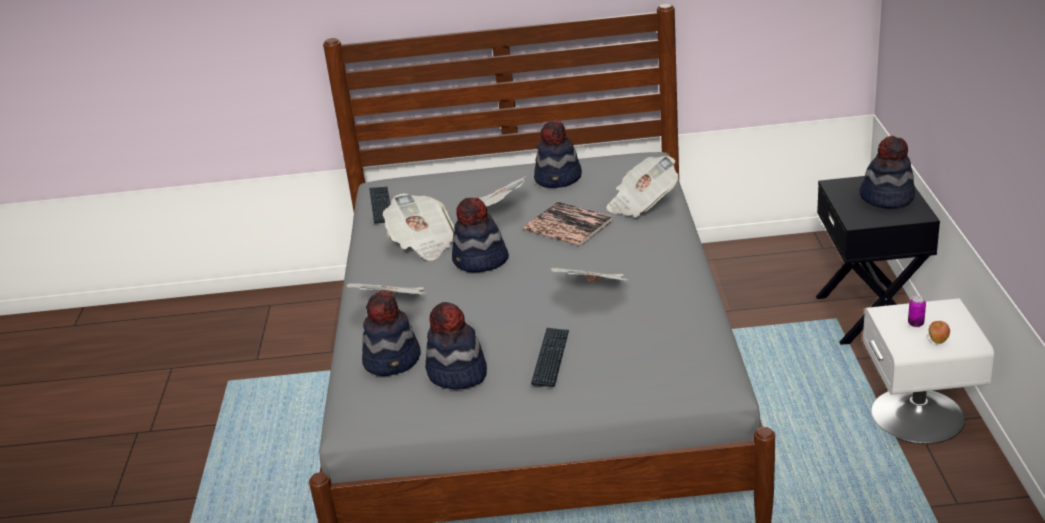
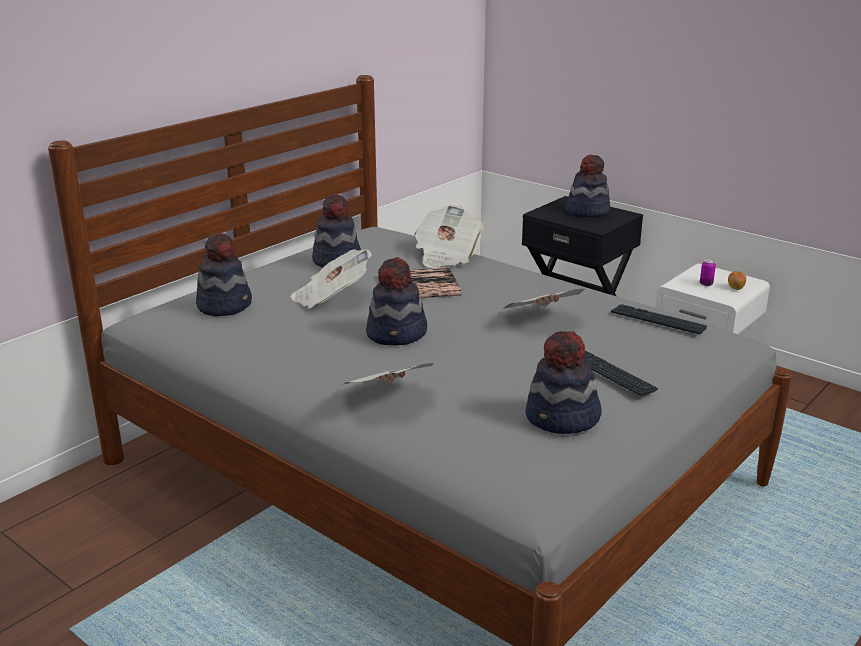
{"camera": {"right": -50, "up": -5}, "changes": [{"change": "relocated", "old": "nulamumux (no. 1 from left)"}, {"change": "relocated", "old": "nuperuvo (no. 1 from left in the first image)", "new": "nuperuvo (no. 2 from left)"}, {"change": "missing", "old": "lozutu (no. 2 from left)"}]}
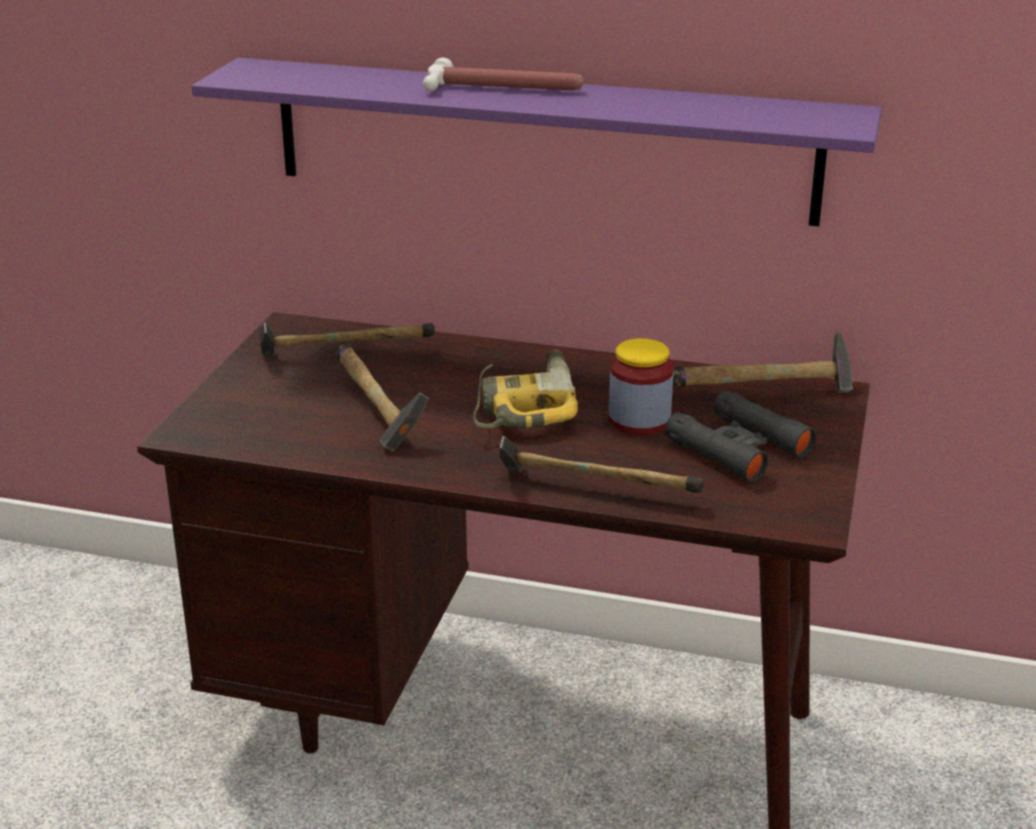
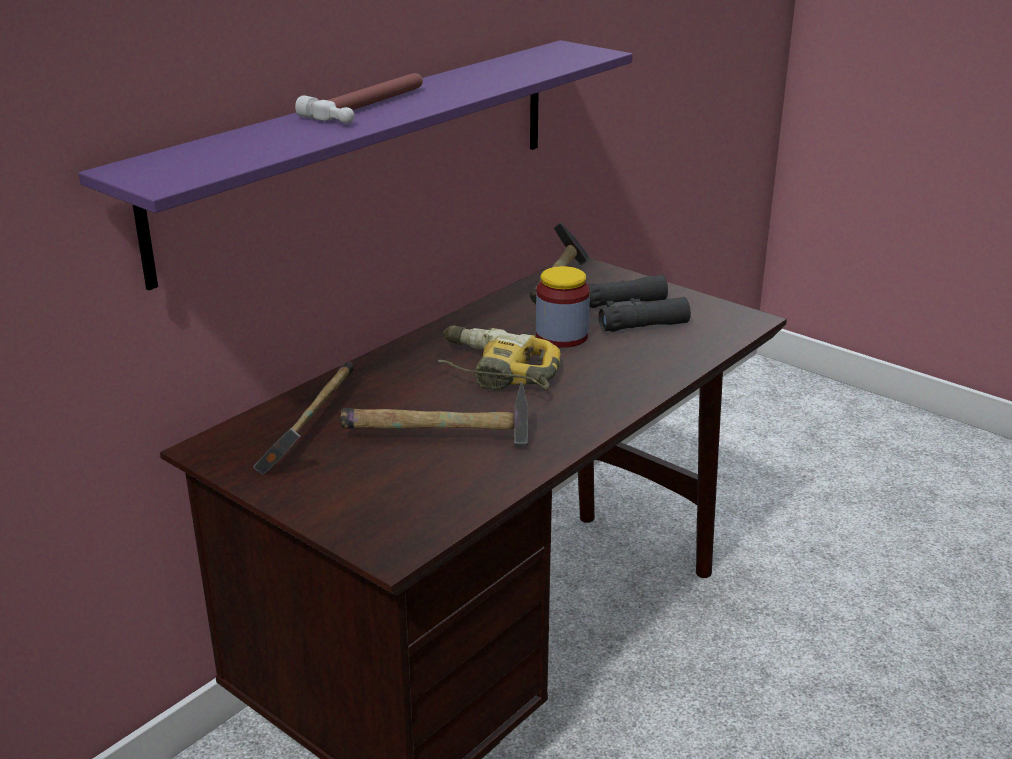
{"camera": {"right": -65, "up": 0}, "changes": [{"change": "missing", "old": "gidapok (no. 4 from left)"}]}
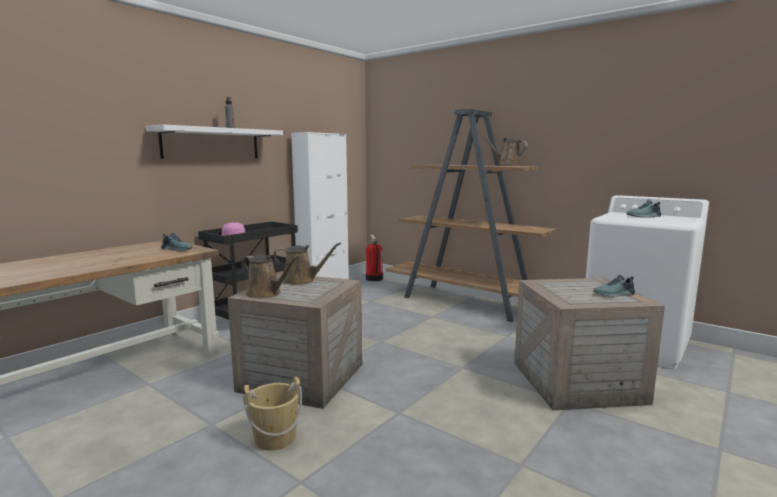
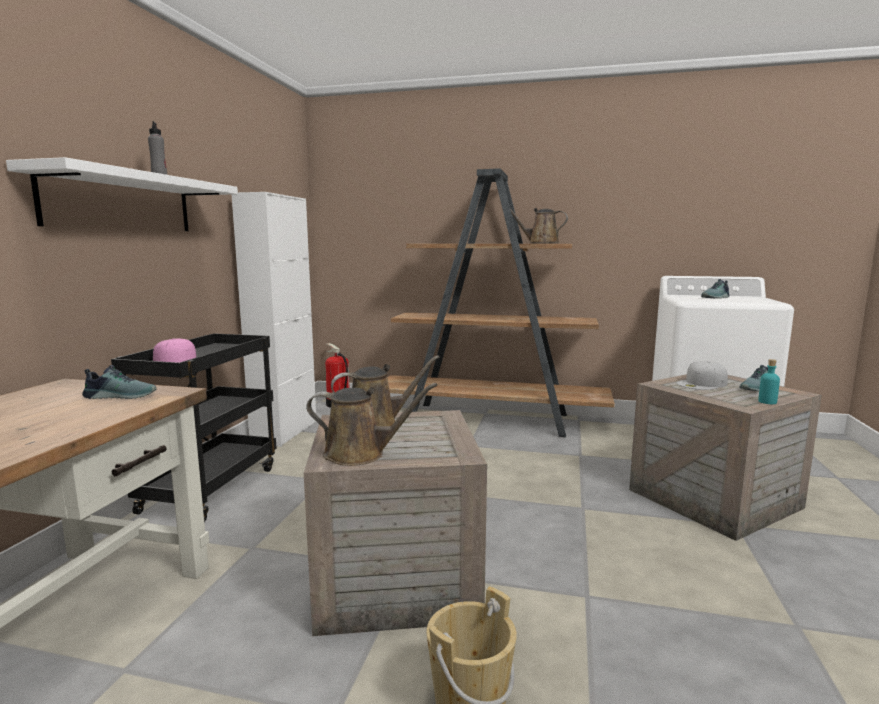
{"camera": {"right": -25, "up": 0}, "changes": [{"change": "appeared", "new": "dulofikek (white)"}, {"change": "appeared", "new": "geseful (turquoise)"}]}
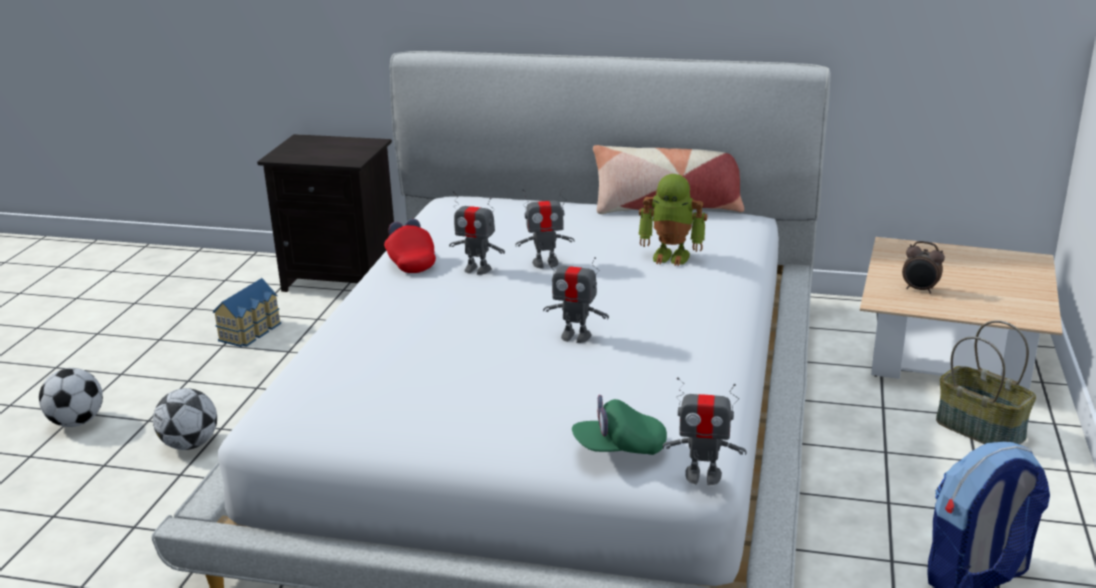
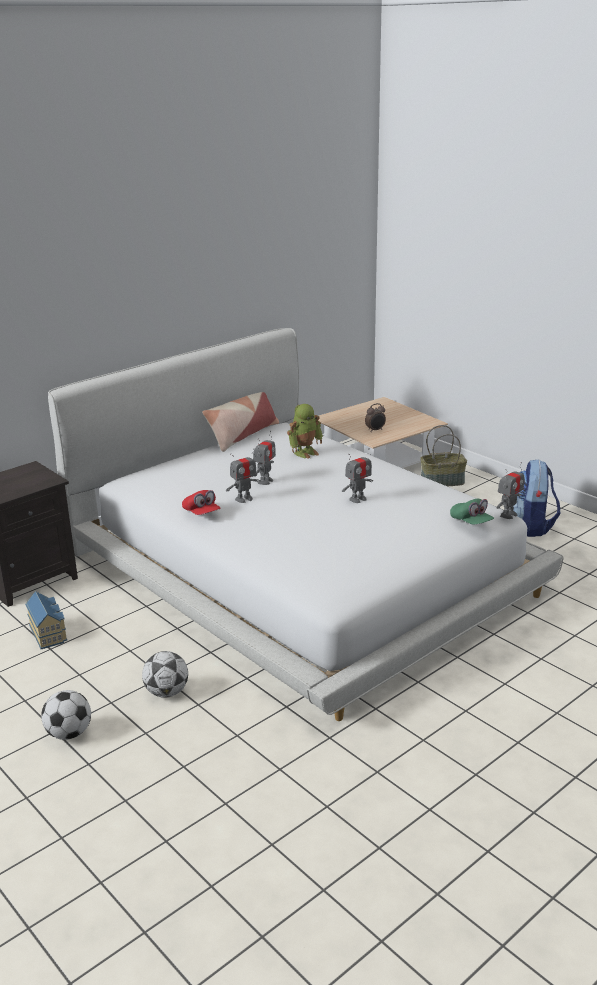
{"camera": {"right": -55, "up": 0}, "changes": [{"change": "spun", "old": "dulofikek (red)", "degrees": -135}, {"change": "spun", "old": "dulofikek (green)", "degrees": -60}]}
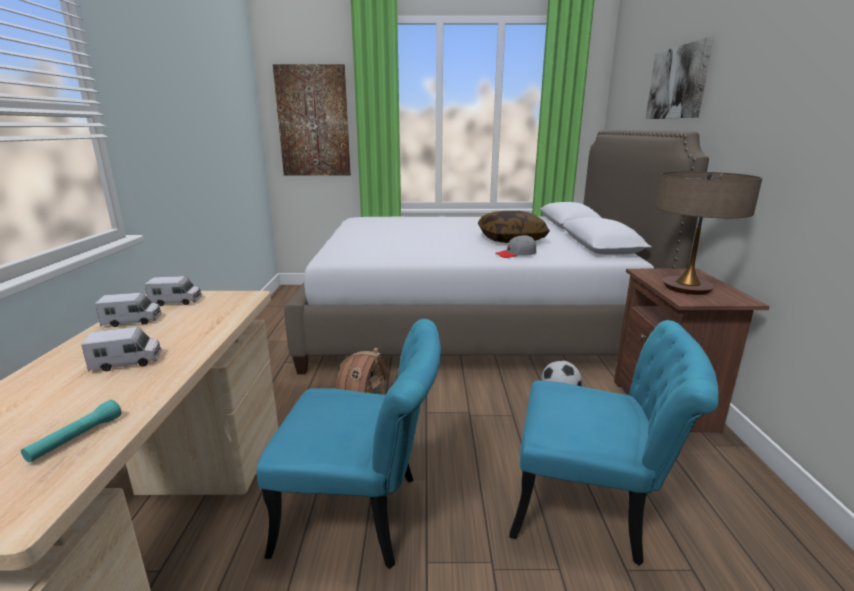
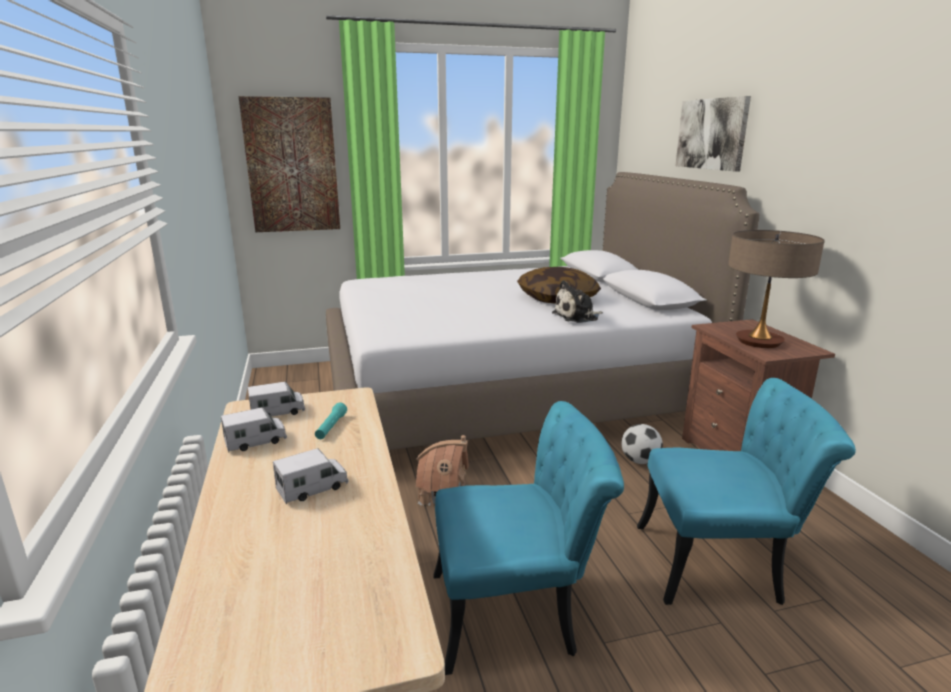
{"camera": {"right": -15, "up": 0}, "changes": [{"change": "relocated", "old": "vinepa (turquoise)"}, {"change": "exchanged", "old": "dulofikek (grey)", "new": "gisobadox"}]}
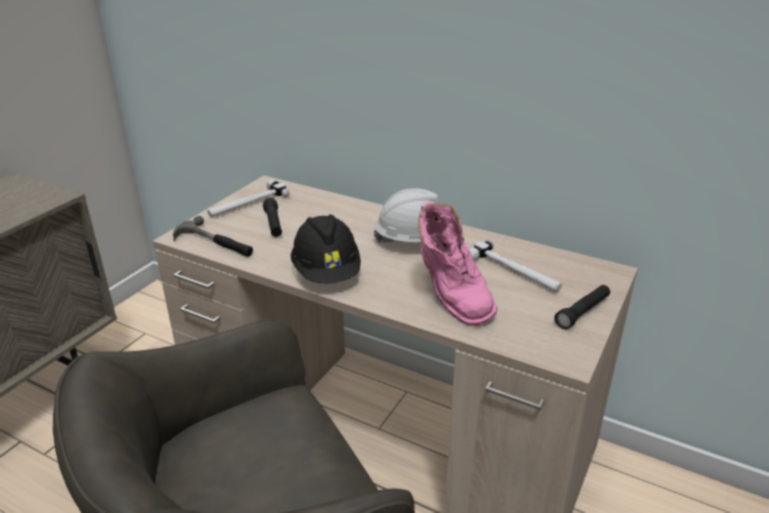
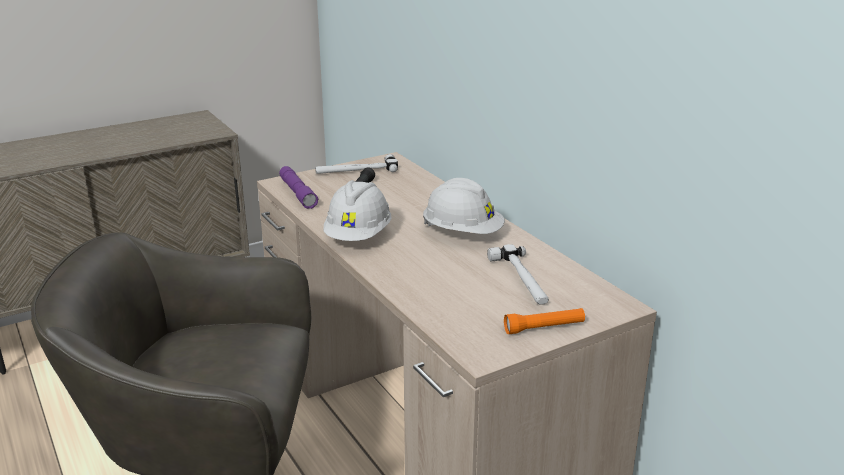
{"camera": {"right": 30, "up": -5}, "changes": [{"change": "exchanged", "old": "gidapok (no. 1 from left)", "new": "vinepa (purple)"}, {"change": "colour", "old": "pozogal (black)", "new": "pozogal (white) (no. 1 from left)"}, {"change": "colour", "old": "vinepa (black) (no. 2 from left)", "new": "vinepa (orange)"}, {"change": "missing", "old": "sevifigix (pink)"}]}
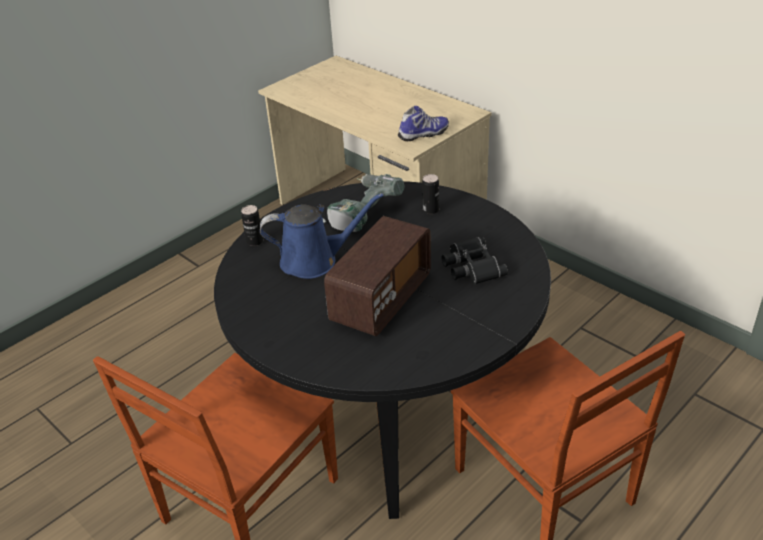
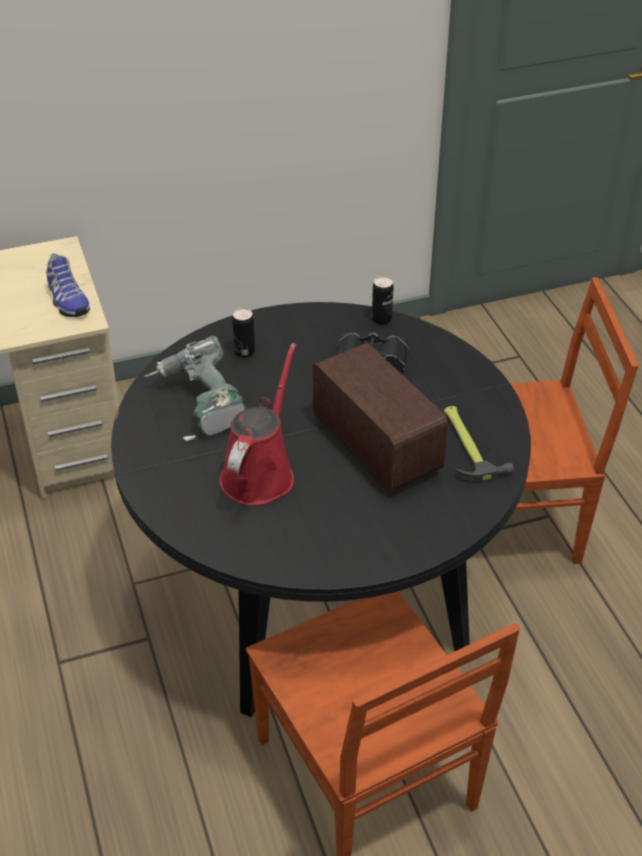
{"camera": {"right": -65, "up": 5}, "changes": [{"change": "spun", "old": "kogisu", "degrees": 150}, {"change": "colour", "old": "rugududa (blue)", "new": "rugududa (red)"}, {"change": "relocated", "old": "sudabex (no. 1 from left in the first image)", "new": "sudabex (no. 2 from left)"}, {"change": "appeared", "new": "gidapok"}]}
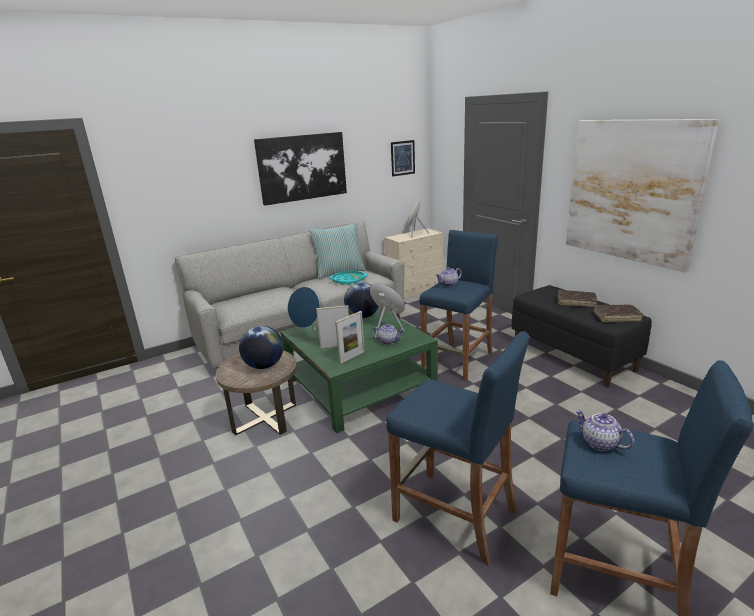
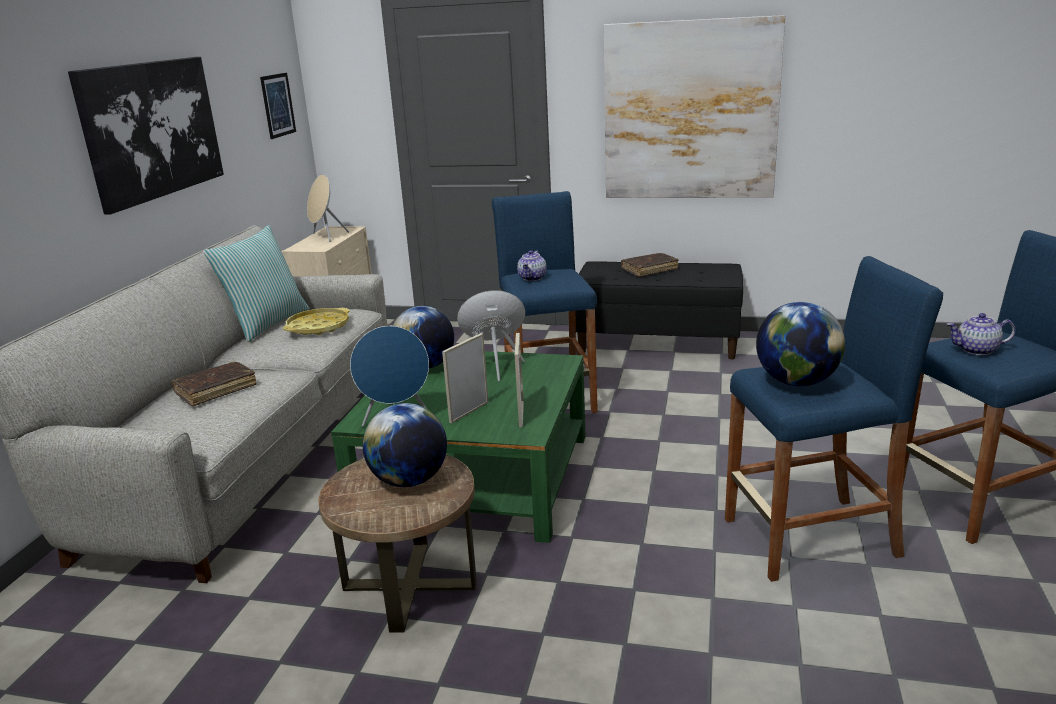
{"camera": {"right": -45, "up": 0}, "changes": [{"change": "relocated", "old": "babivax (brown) (no. 2 from left in the first image)", "new": "babivax (brown) (no. 1 from left)"}, {"change": "colour", "old": "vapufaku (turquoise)", "new": "vapufaku (yellow)"}, {"change": "appeared", "new": "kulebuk (no. 3 from left)"}, {"change": "missing", "old": "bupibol (no. 1 from left)"}]}
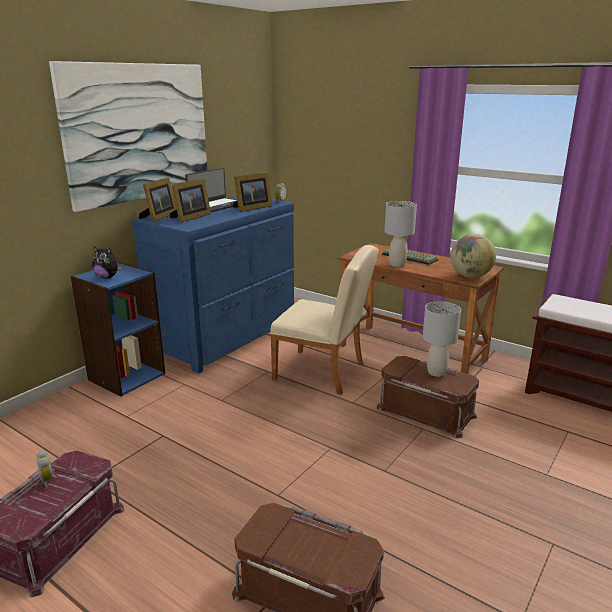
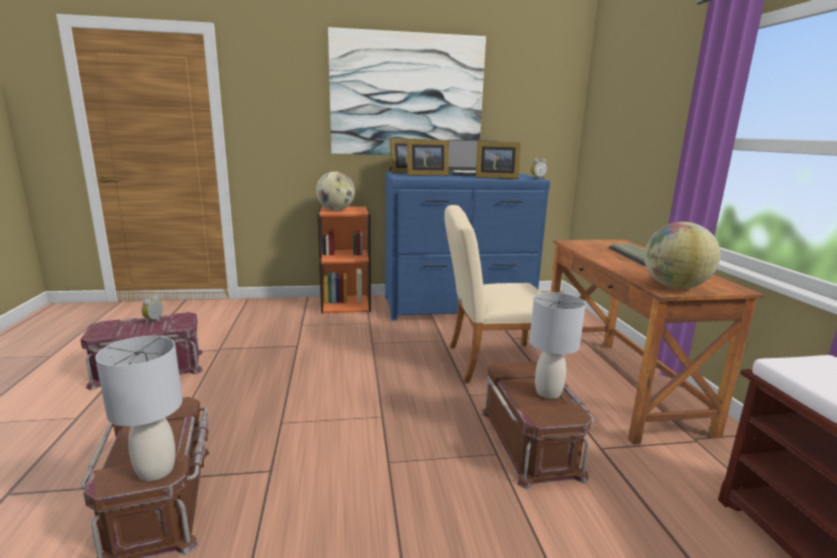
{"camera": {"right": 45, "up": -5}, "changes": [{"change": "relocated", "old": "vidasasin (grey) (no. 1 from left)"}, {"change": "exchanged", "old": "gisobadox", "new": "kulebuk (no. 1 from left)"}, {"change": "colour", "old": "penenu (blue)", "new": "penenu (orange)"}, {"change": "spun", "old": "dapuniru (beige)", "degrees": 105}]}
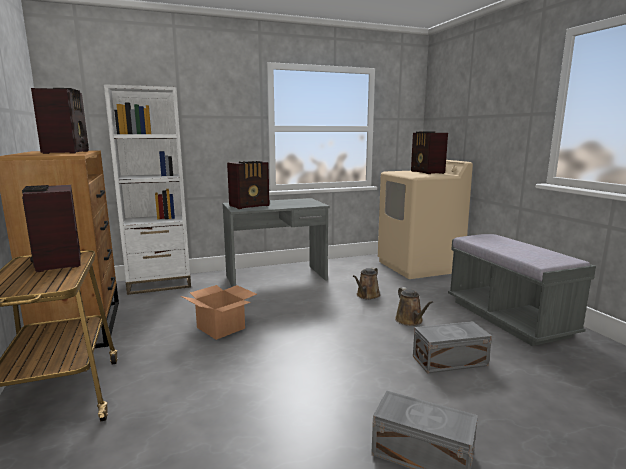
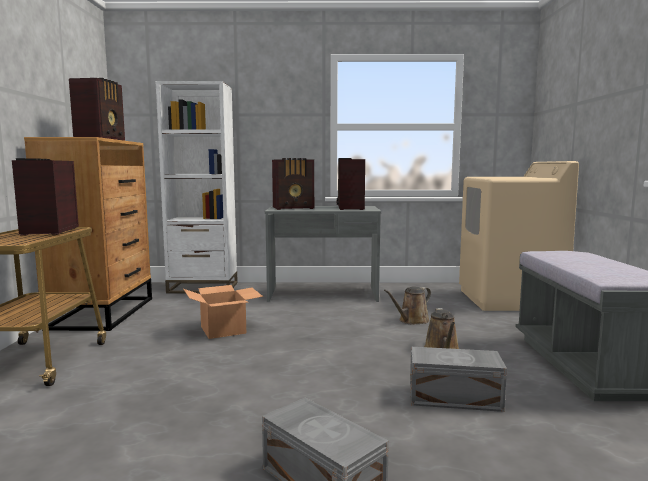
{"camera": {"right": 20, "up": -5}, "changes": [{"change": "relocated", "old": "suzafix (no. 4 from left)"}]}
